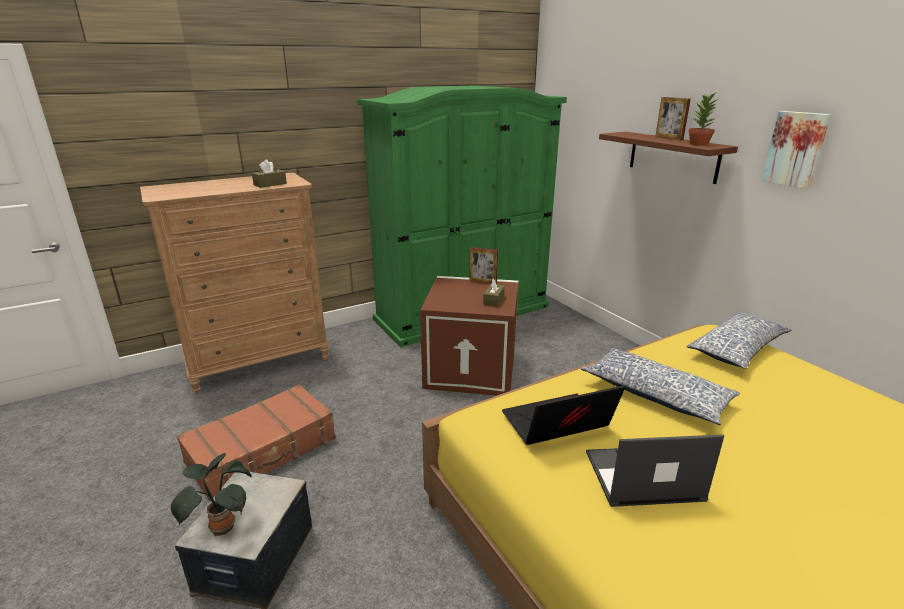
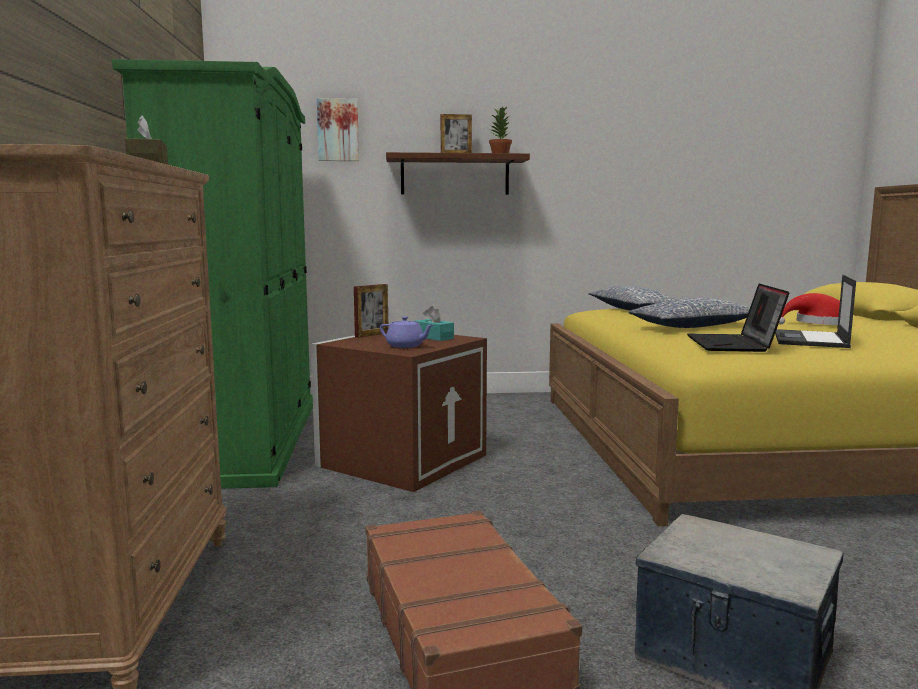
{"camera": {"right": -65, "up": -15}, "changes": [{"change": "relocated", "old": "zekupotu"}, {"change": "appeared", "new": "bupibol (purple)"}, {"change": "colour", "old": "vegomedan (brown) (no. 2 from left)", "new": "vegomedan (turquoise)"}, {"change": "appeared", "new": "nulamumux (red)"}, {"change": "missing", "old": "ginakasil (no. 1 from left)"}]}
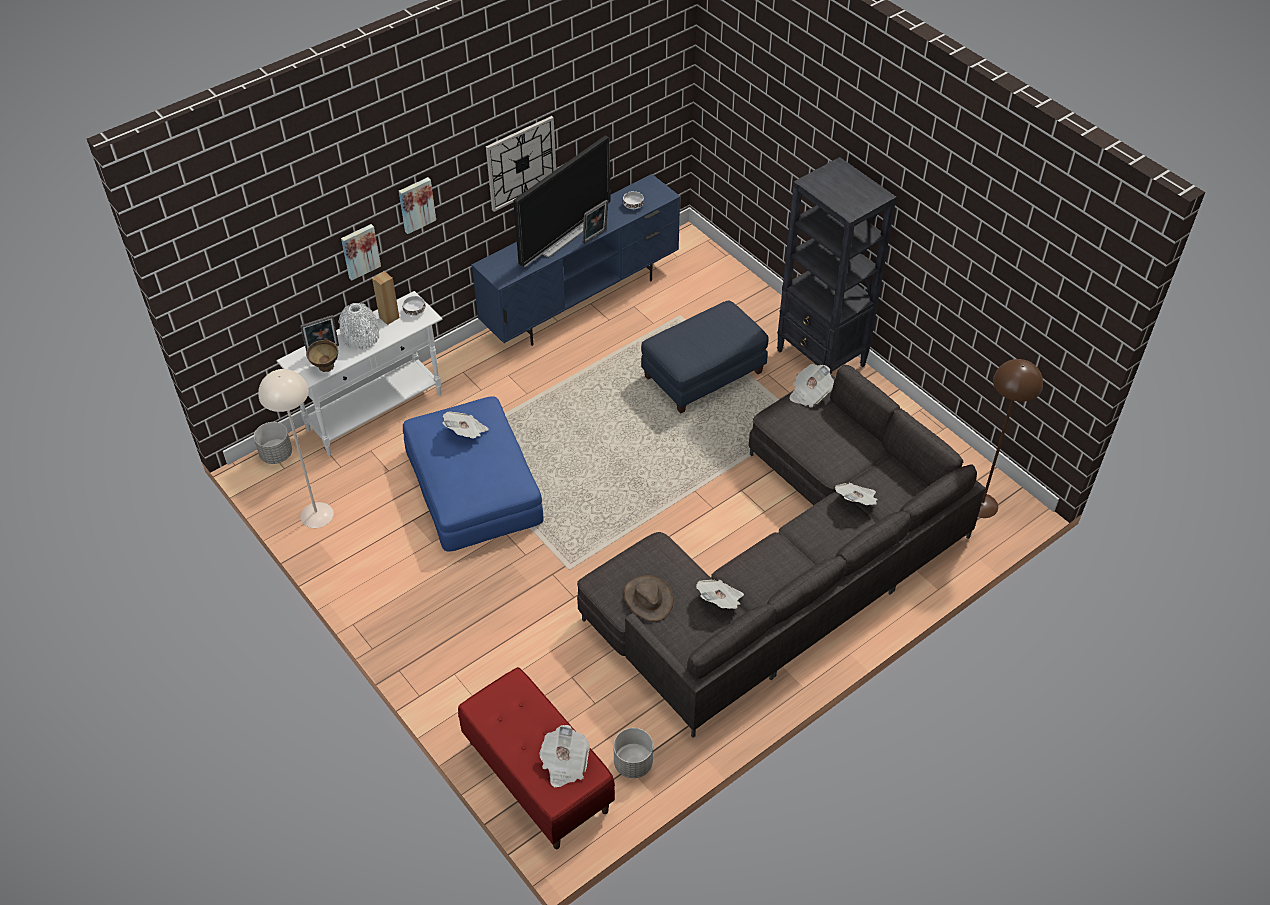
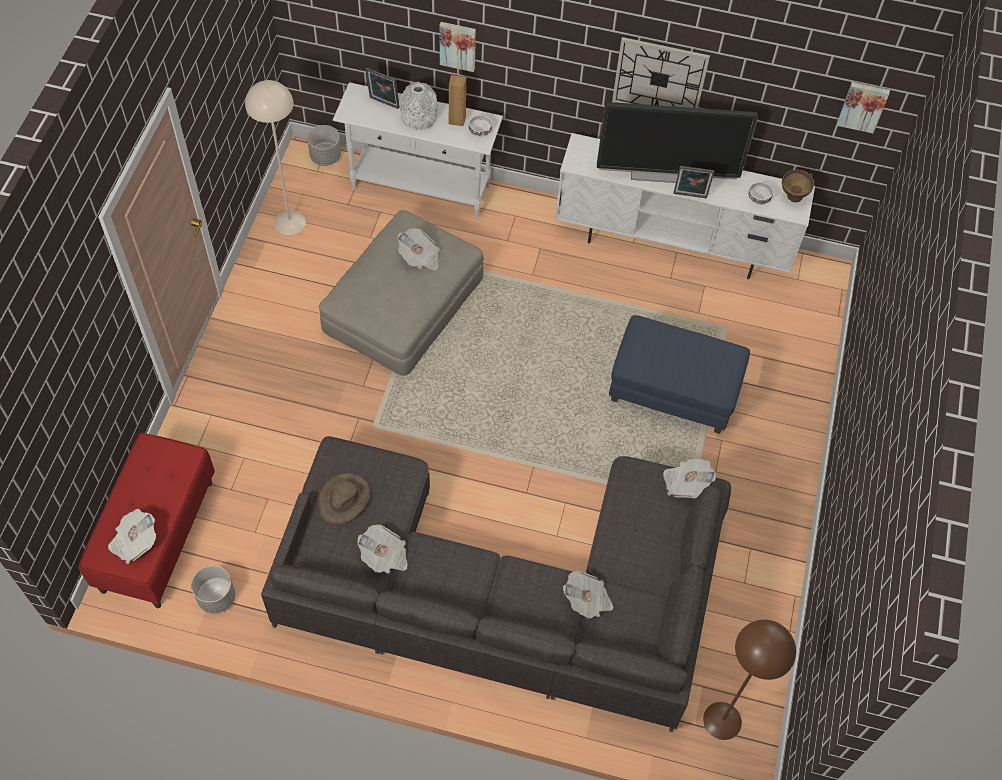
{"camera": {"right": 50, "up": 10}, "changes": [{"change": "colour", "old": "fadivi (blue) (no. 1 from left)", "new": "fadivi (beige)"}, {"change": "colour", "old": "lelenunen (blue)", "new": "lelenunen (white)"}, {"change": "relocated", "old": "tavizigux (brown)"}, {"change": "relocated", "old": "zekupotu (no. 2 from left)"}, {"change": "missing", "old": "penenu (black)"}]}
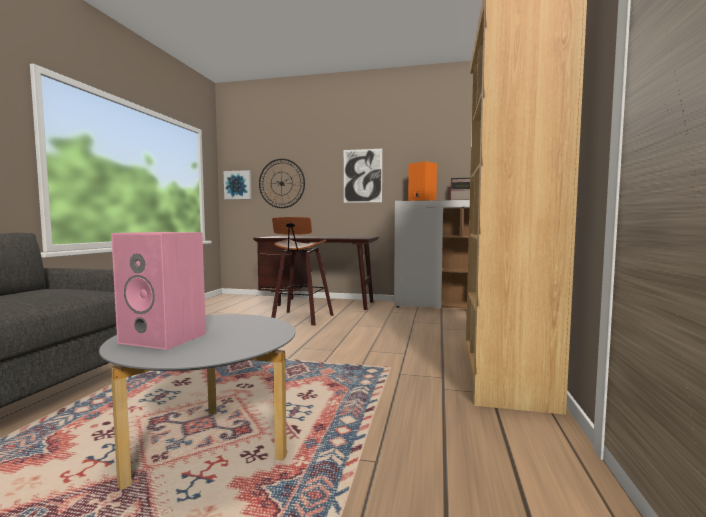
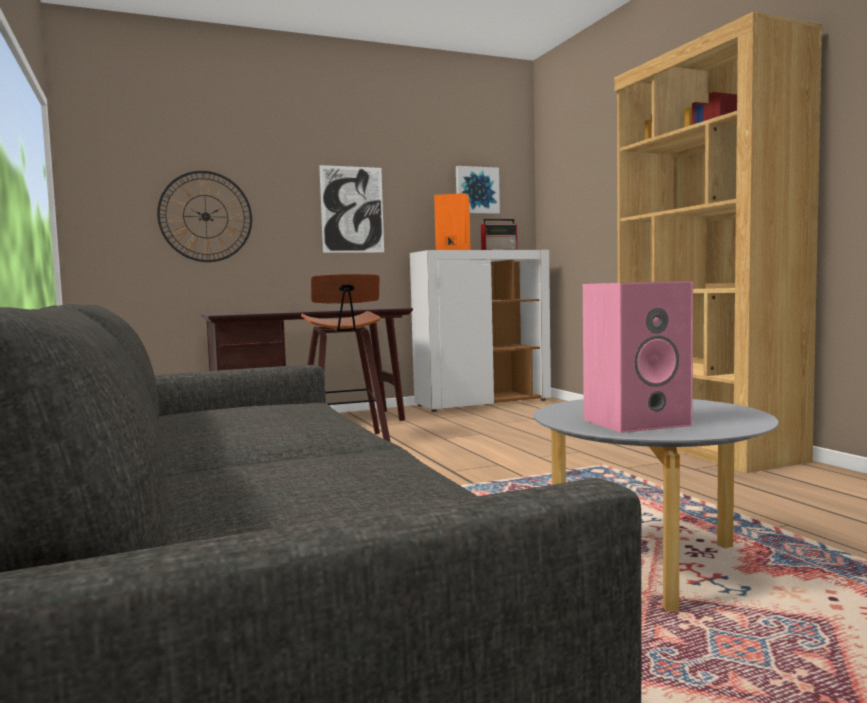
{"camera": {"right": -35, "up": 0}, "changes": [{"change": "relocated", "old": "zekupotu (no. 1 from left in the first image)", "new": "zekupotu (no. 2 from left)"}]}
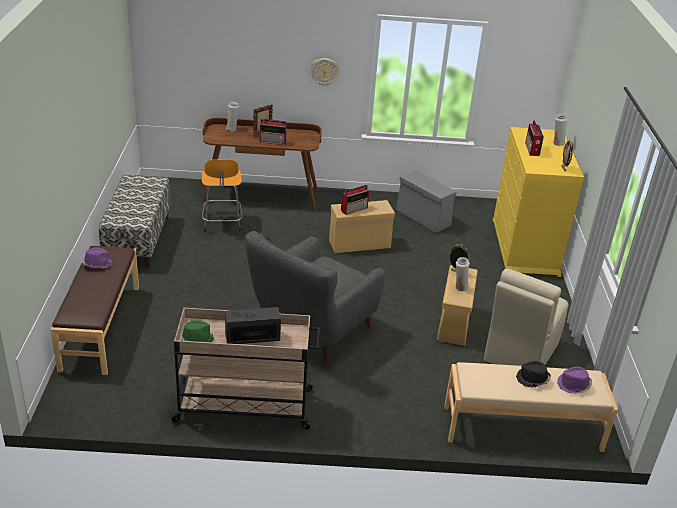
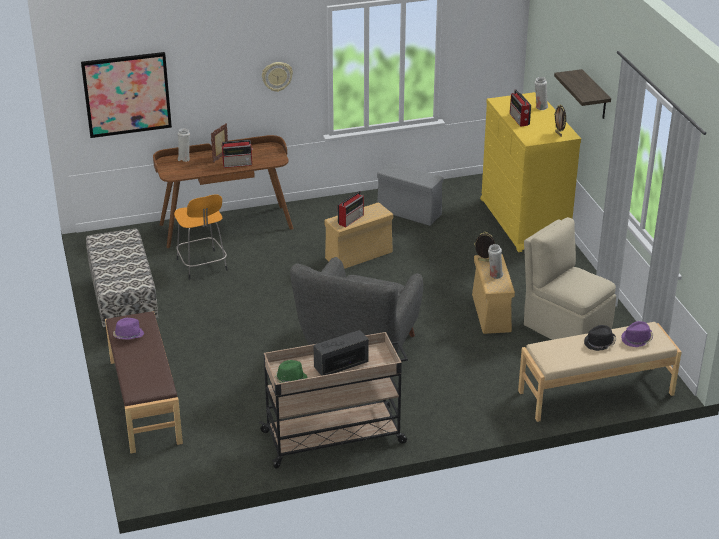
{"camera": {"right": -15, "up": 0}, "changes": [{"change": "appeared", "new": "zekupotu"}, {"change": "spun", "old": "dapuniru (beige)", "degrees": 120}, {"change": "appeared", "new": "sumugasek"}]}
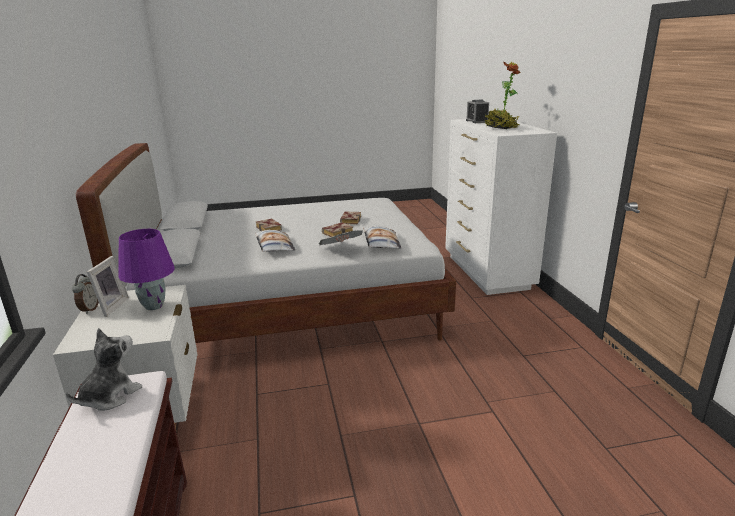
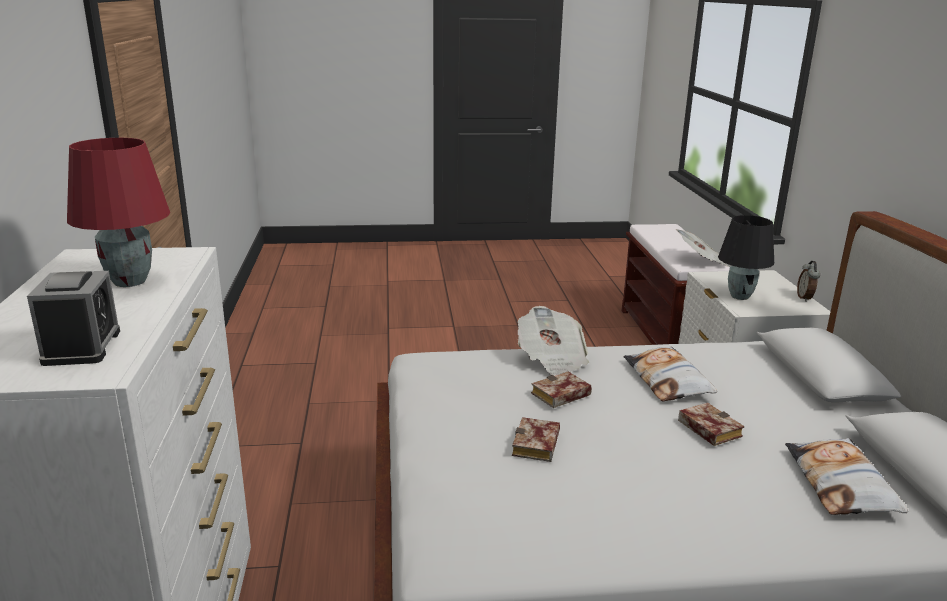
{"camera": {"right": -175, "up": 0}, "changes": [{"change": "exchanged", "old": "ginakasil", "new": "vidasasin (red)"}, {"change": "exchanged", "old": "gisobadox", "new": "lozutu (no. 2 from left)"}, {"change": "colour", "old": "vidasasin (purple)", "new": "vidasasin (black)"}, {"change": "relocated", "old": "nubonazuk (no. 2 from left)"}, {"change": "missing", "old": "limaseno"}]}
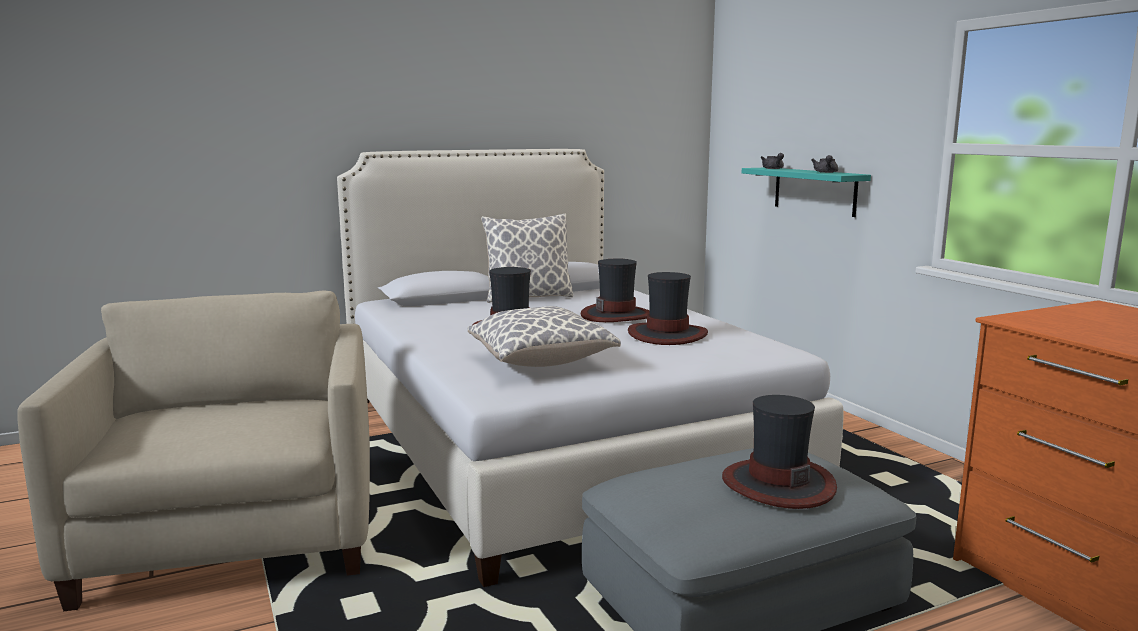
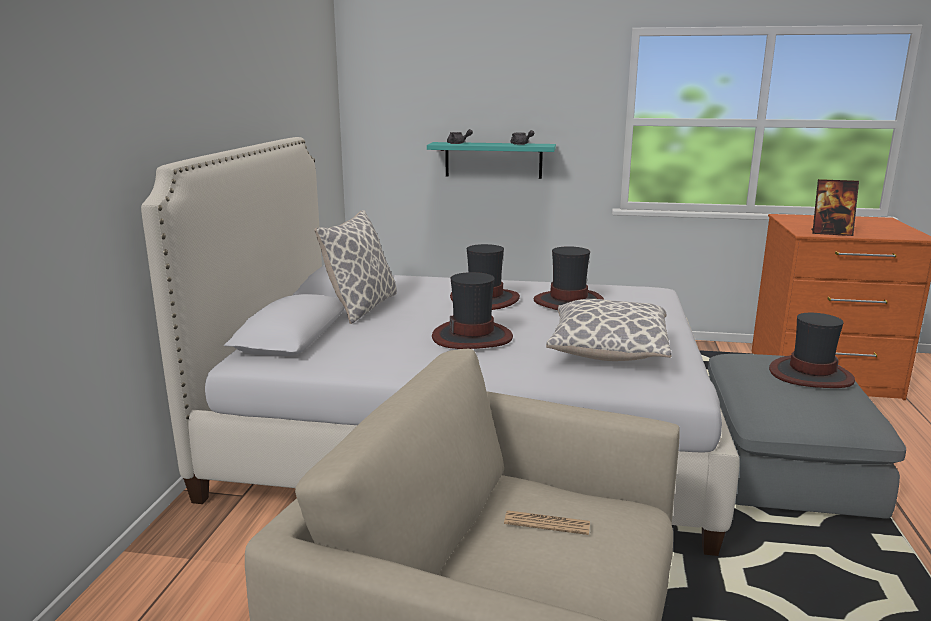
{"camera": {"right": -55, "up": 5}, "changes": [{"change": "appeared", "new": "lozutu"}, {"change": "appeared", "new": "limaseno"}]}
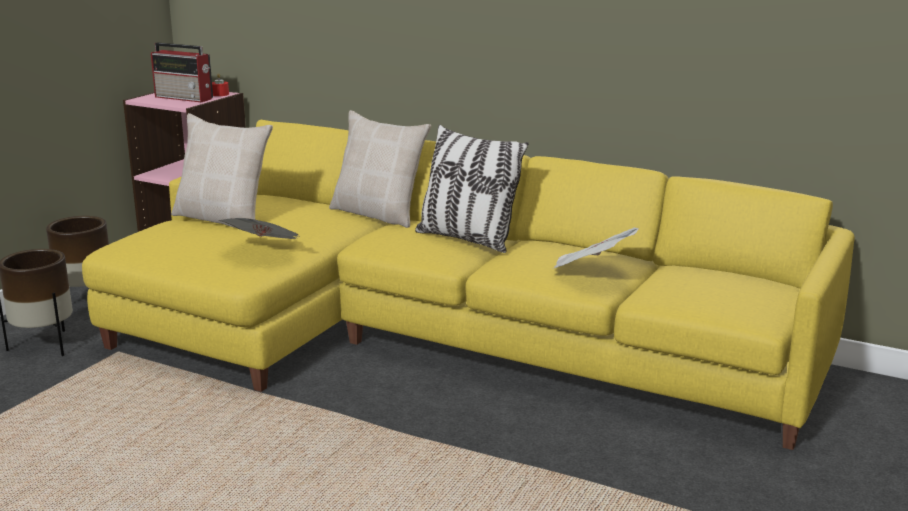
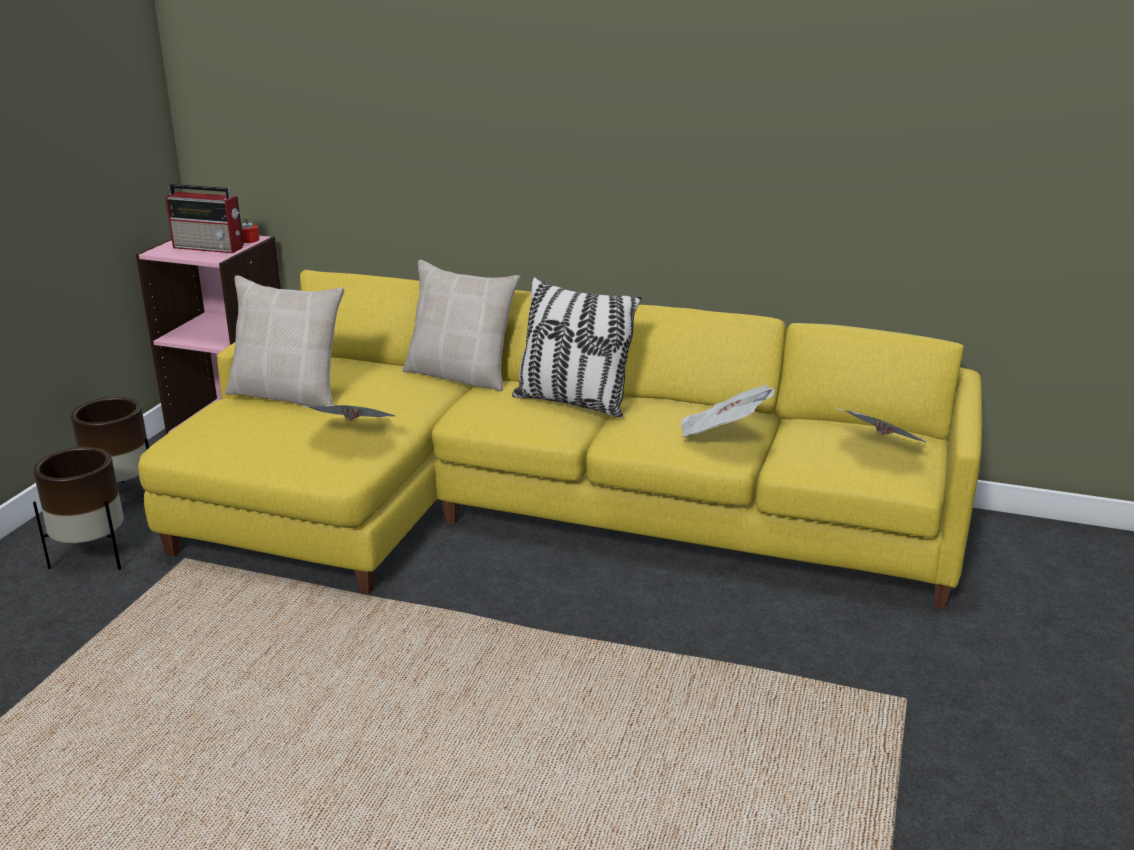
{"camera": {"right": -10, "up": 5}, "changes": [{"change": "appeared", "new": "lozutu (no. 3 from left)"}]}
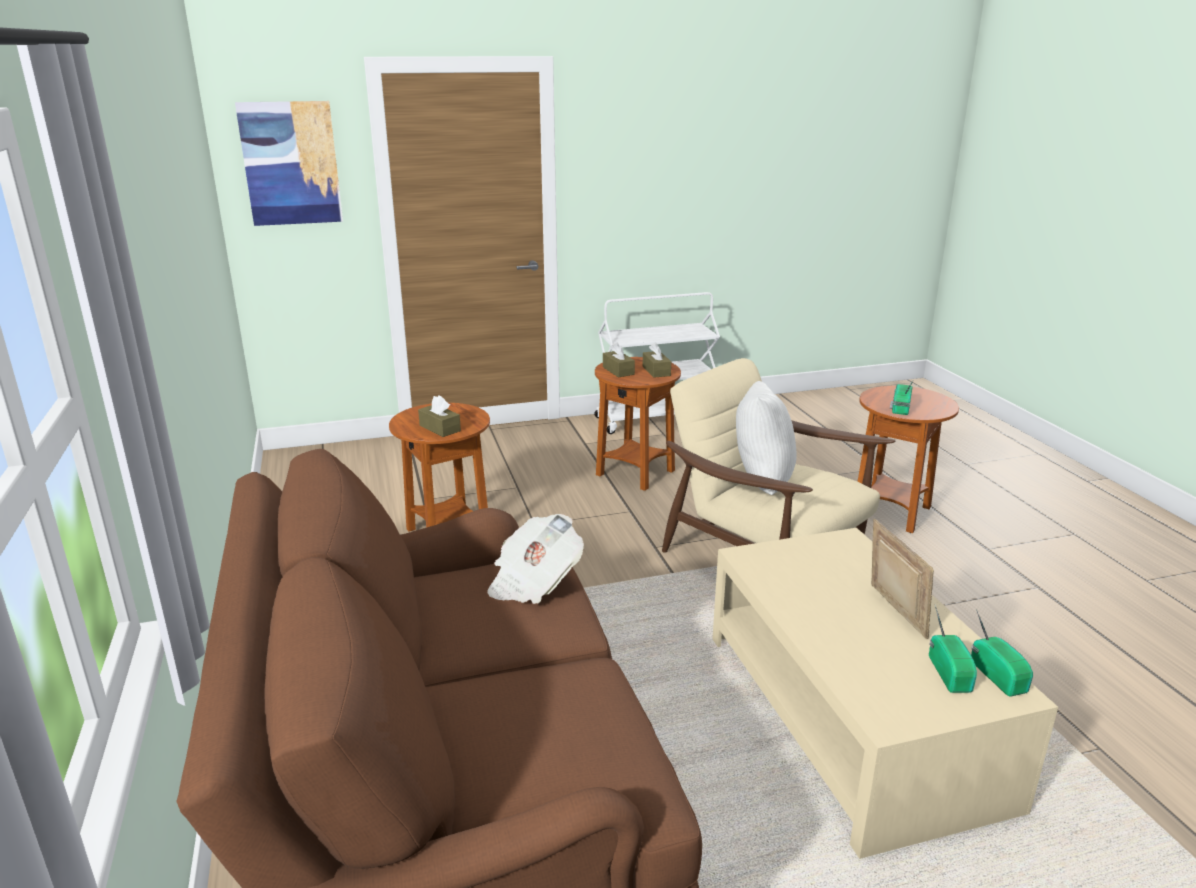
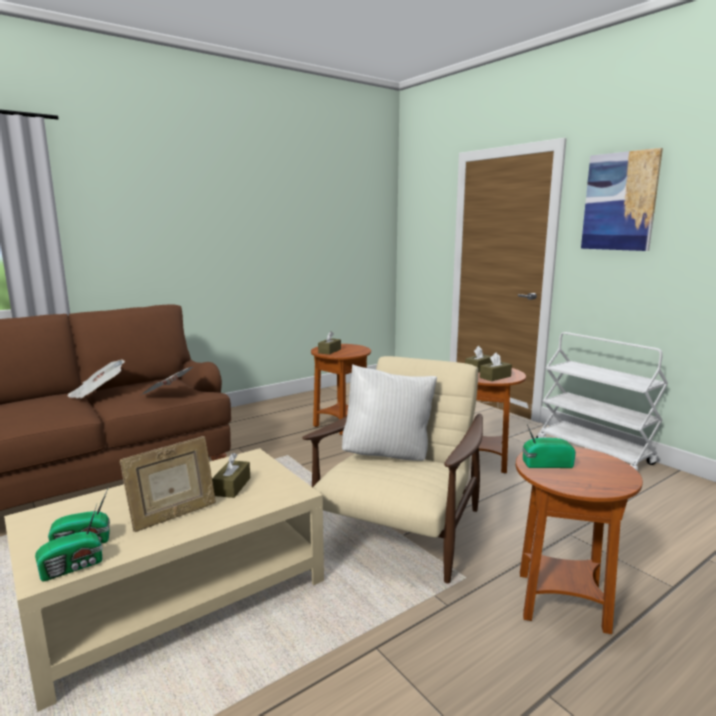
{"camera": {"right": 70, "up": -10}, "changes": [{"change": "appeared", "new": "lozutu (no. 1 from left)"}, {"change": "appeared", "new": "vegomedan (brown) (no. 1 from left)"}, {"change": "relocated", "old": "zekupotu"}]}
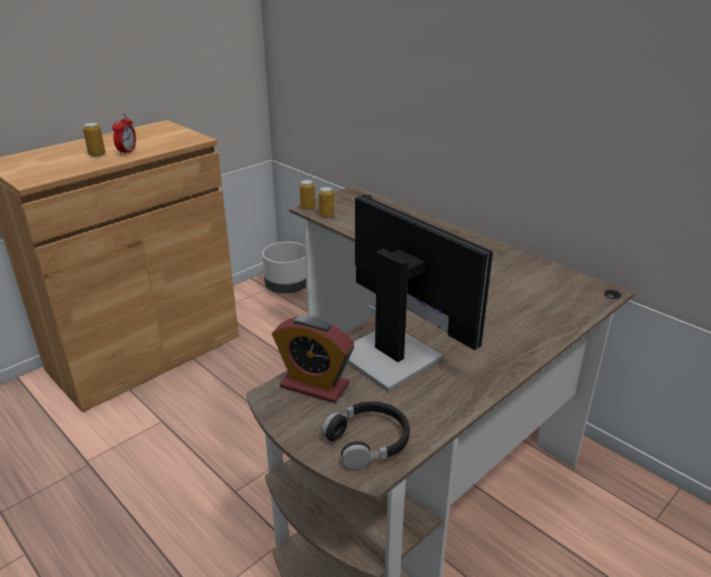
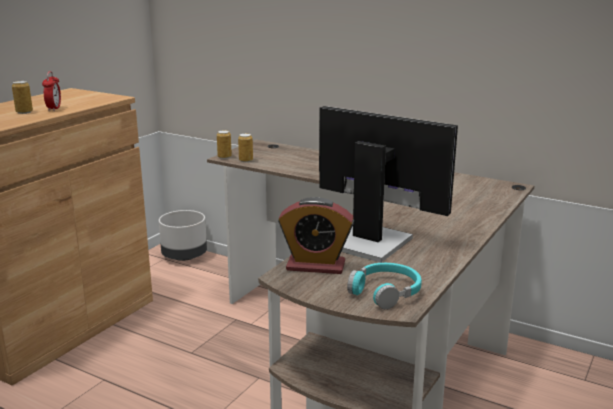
{"camera": {"right": -15, "up": -10}, "changes": [{"change": "colour", "old": "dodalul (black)", "new": "dodalul (turquoise)"}]}
